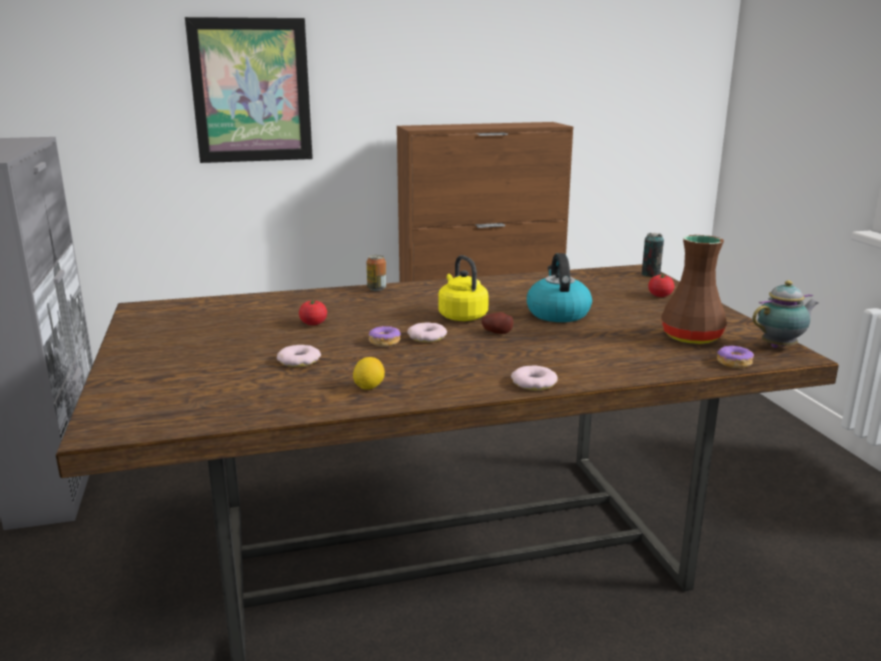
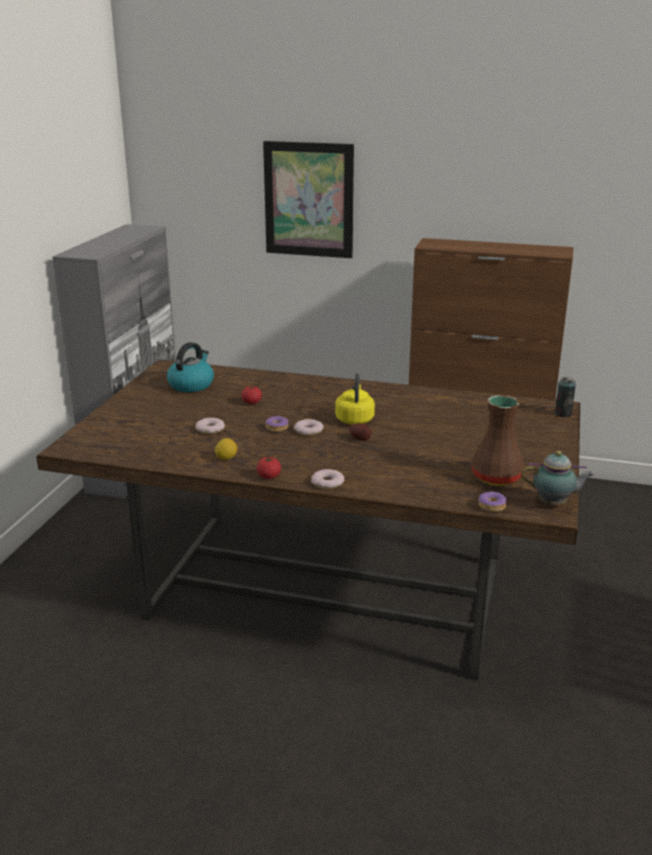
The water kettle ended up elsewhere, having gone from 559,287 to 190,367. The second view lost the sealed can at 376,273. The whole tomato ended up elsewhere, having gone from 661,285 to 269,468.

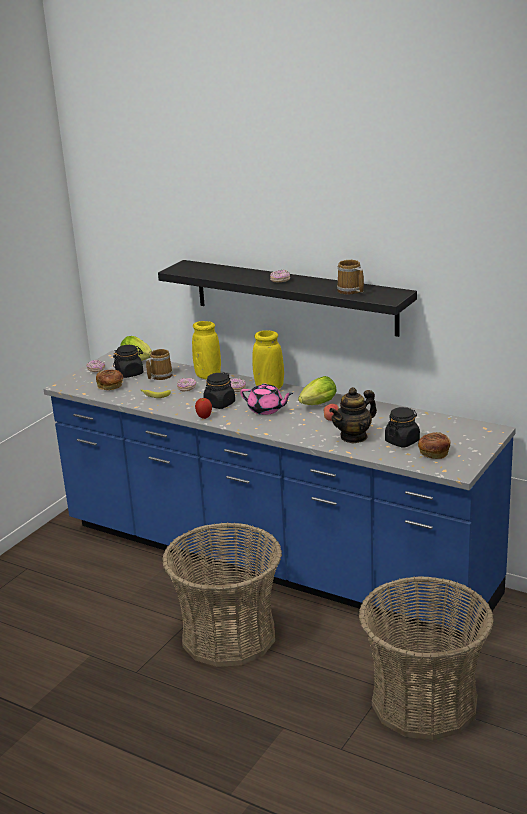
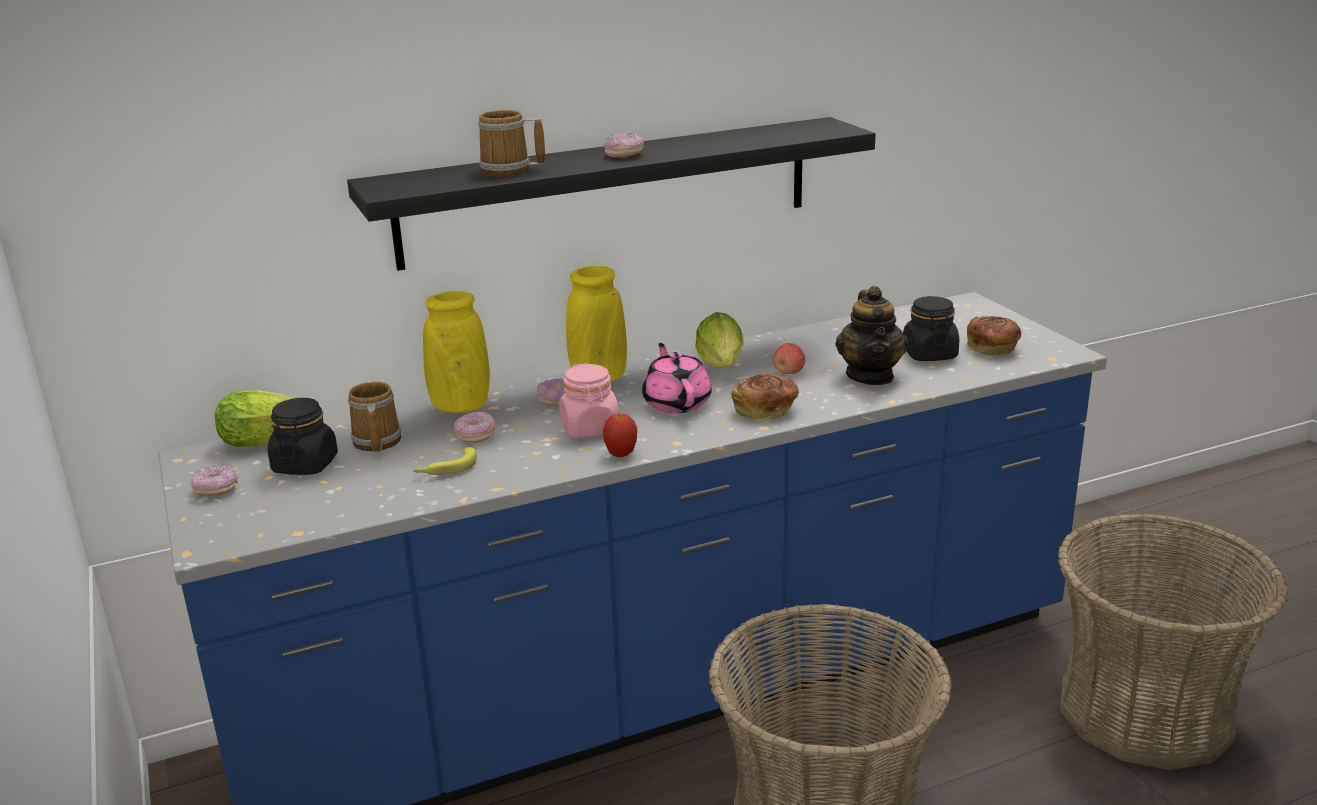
The mug ended up elsewhere, having gone from 350,277 to 511,143. The bakery bread ended up elsewhere, having gone from 109,380 to 765,397. What was the black jar at 219,390 turned into the pink-coloured jar at 589,401. The pink-coloured tea pot at 266,399 ended up facing another way, 75 degrees counterclockwise from before.

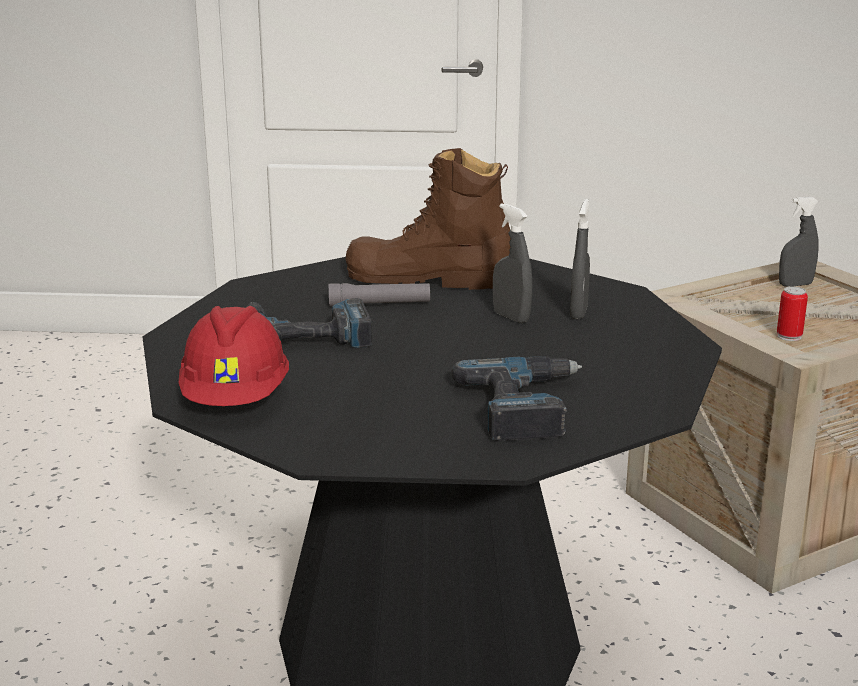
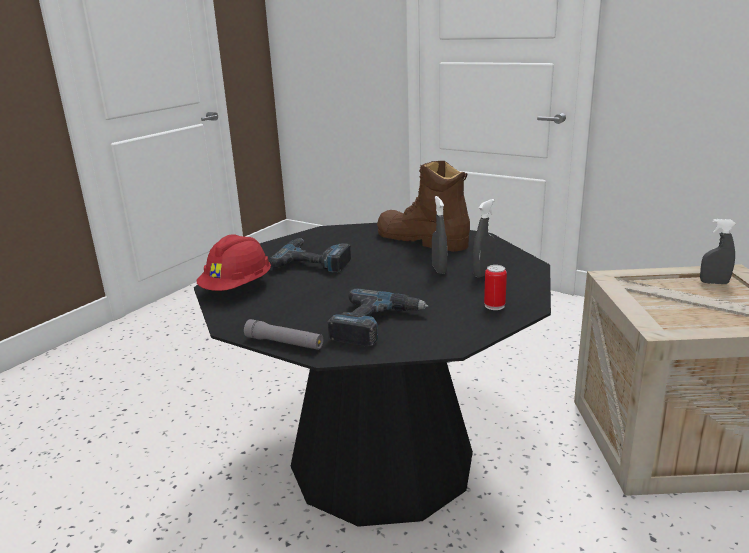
The greyish flashlight ended up elsewhere, having gone from 379,294 to 283,334. The sealed can ended up elsewhere, having gone from 792,313 to 495,287.

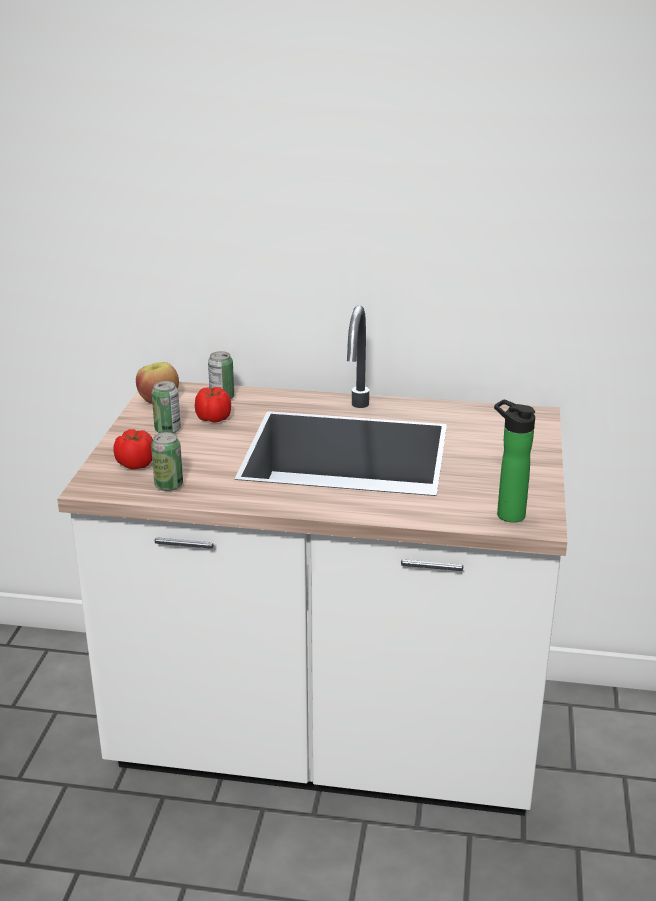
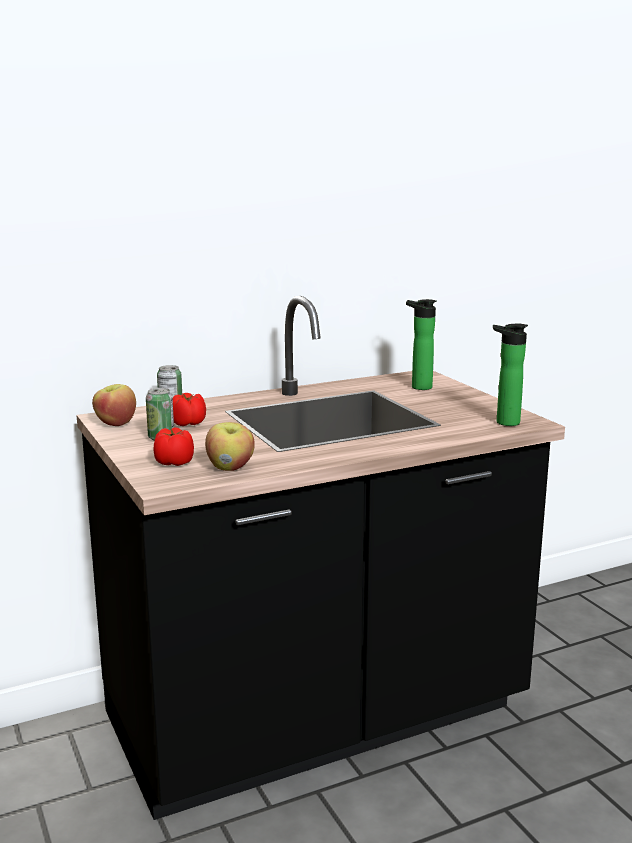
What was the white kitchen base unit at 312,560 turned into the black kitchen base unit at 321,558. Where the sealed can stood at 167,461, the whole apple came to stand at 230,446. The second view gained the beverage bottle at 421,344.

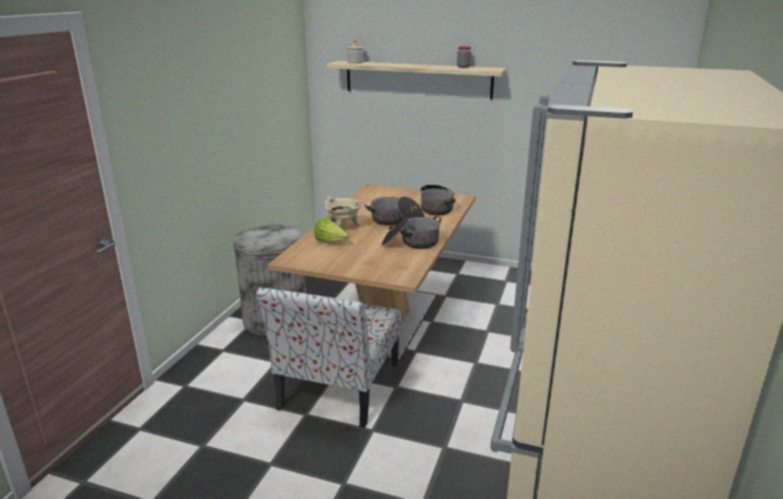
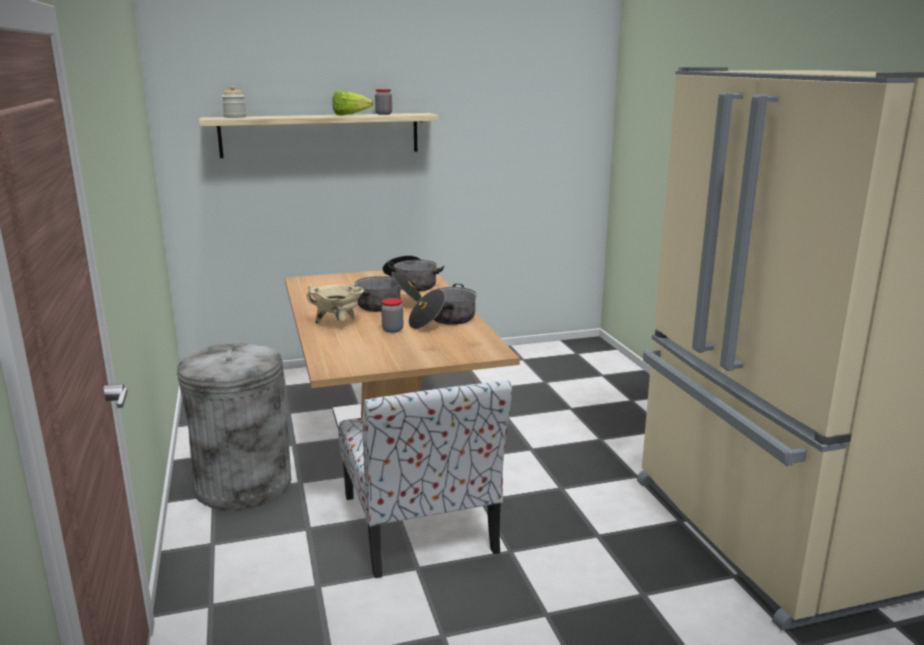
The head of lettuce ended up elsewhere, having gone from 331,230 to 353,103. The second view gained the jar at 392,315.

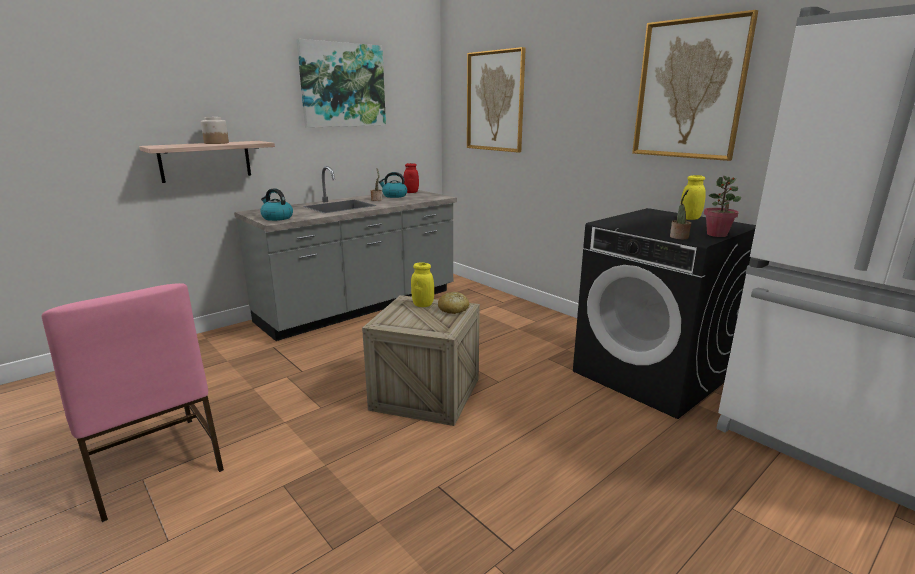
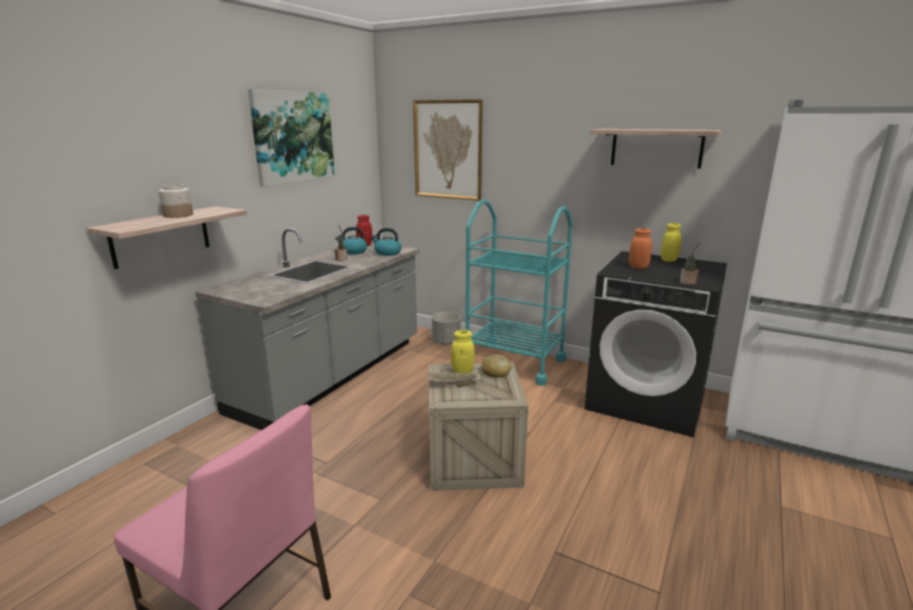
Where the wall picture hung at 695,85, the bracket shelf came to hang at 656,149. The second view lost the houseplant at 722,206. The water kettle ended up elsewhere, having gone from 276,204 to 386,242. The second view gained the turquoise-coloured trolley at 519,293. The second view gained the orange-coloured jar at 640,248. The second view gained the greyish flower pot at 446,328. The second view gained the sand-coloured serving tray at 454,379.

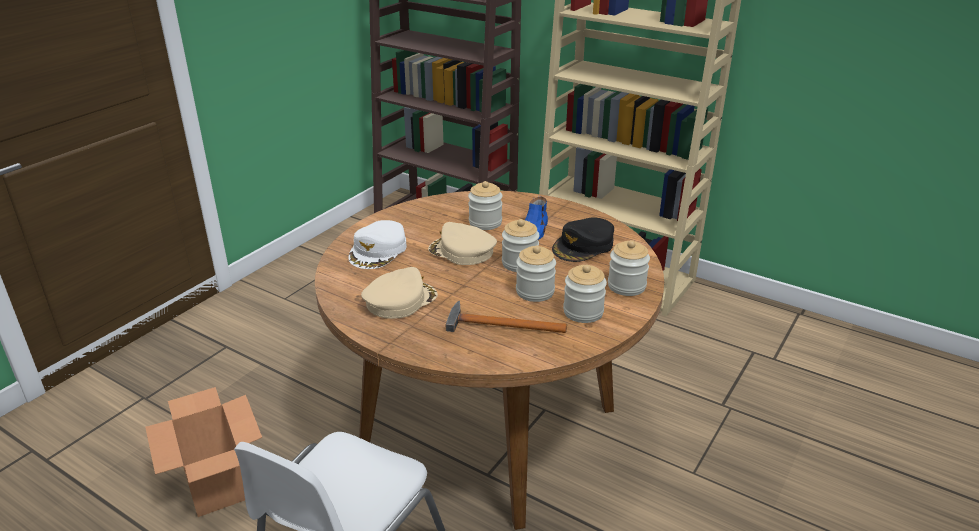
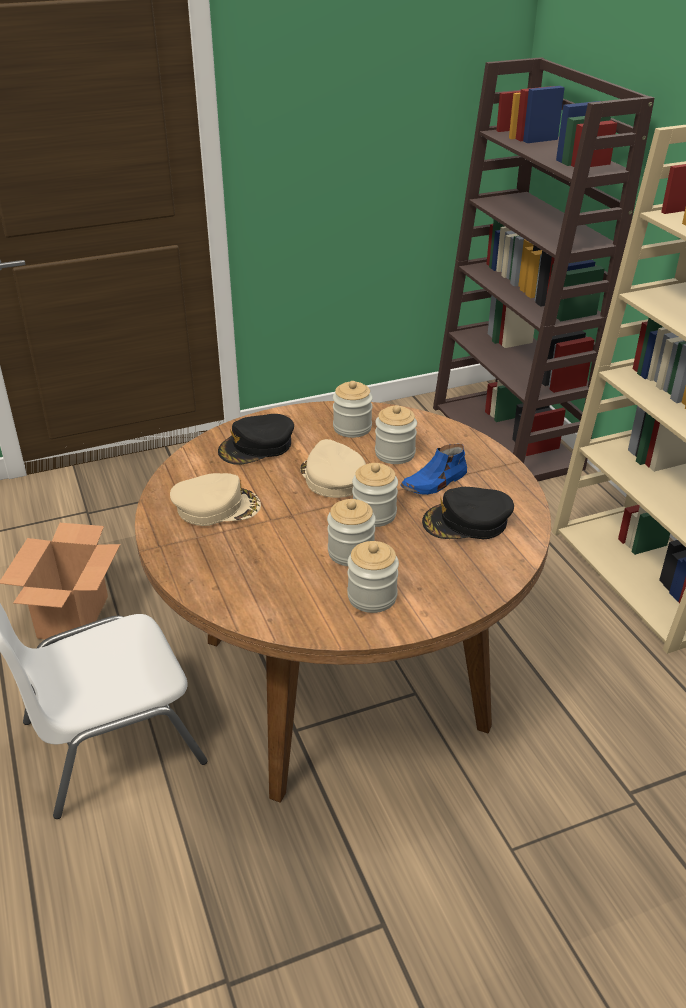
What was the white peaked cap at 377,244 turned into the black peaked cap at 256,439. The jar ended up elsewhere, having gone from 629,268 to 353,409. The second view lost the hand hammer at 506,316.

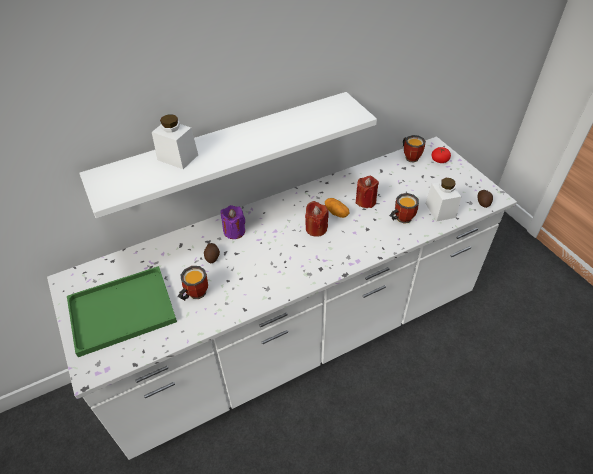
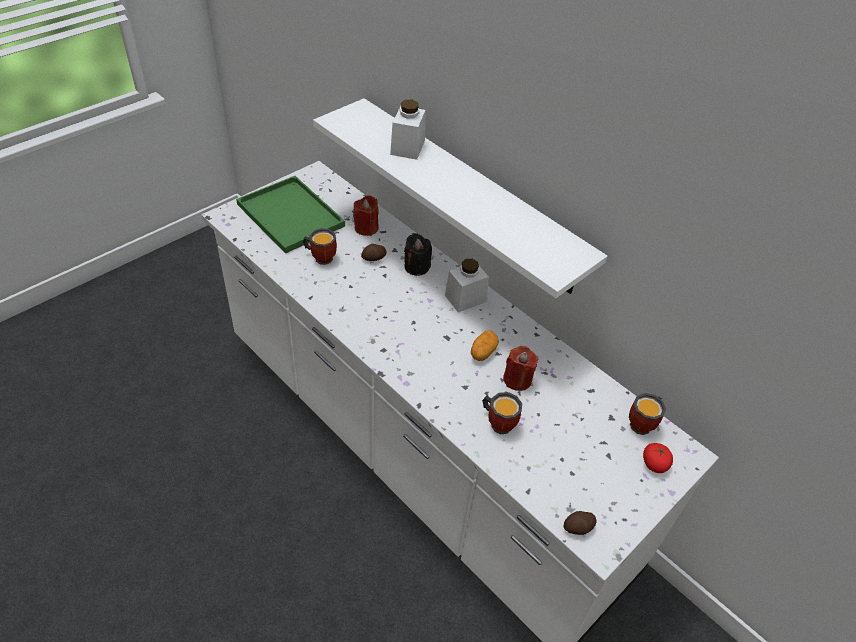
The white jar ended up elsewhere, having gone from 443,199 to 467,286. The red wax light ended up elsewhere, having gone from 317,219 to 366,215. What was the purplish wax light at 233,222 turned into the black wax light at 418,254.

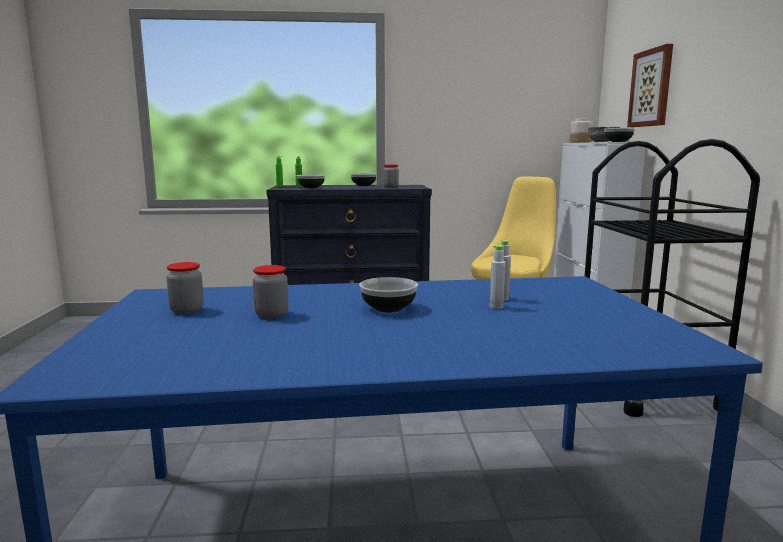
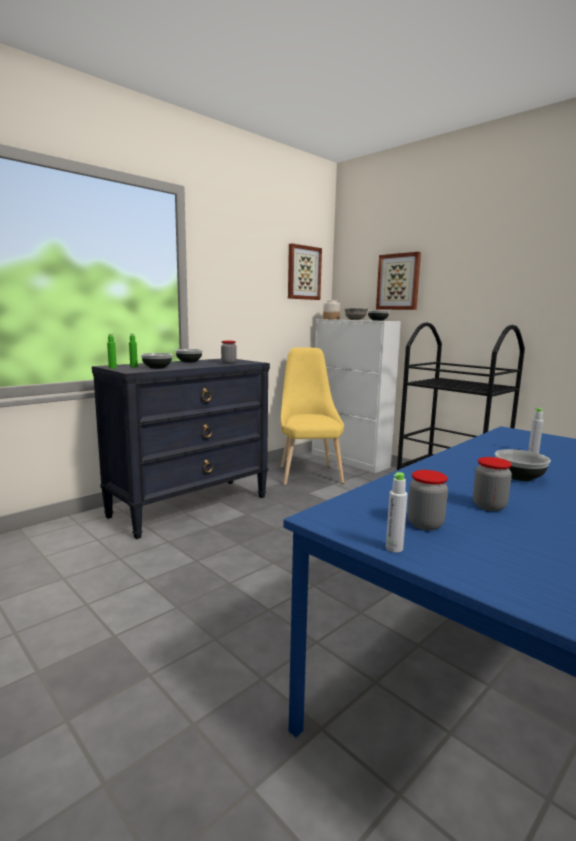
The greyish beverage bottle ended up elsewhere, having gone from 497,277 to 397,512. The second view gained the wall picture at 305,271.

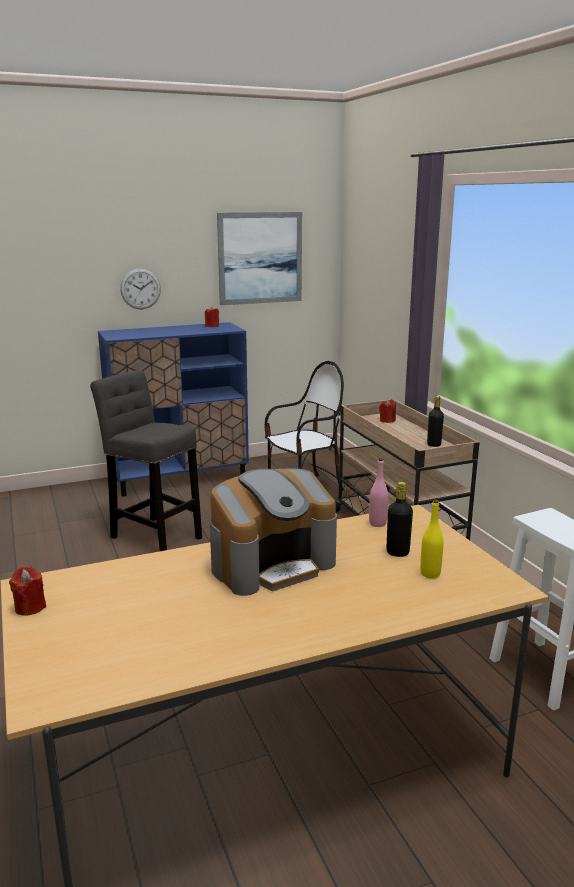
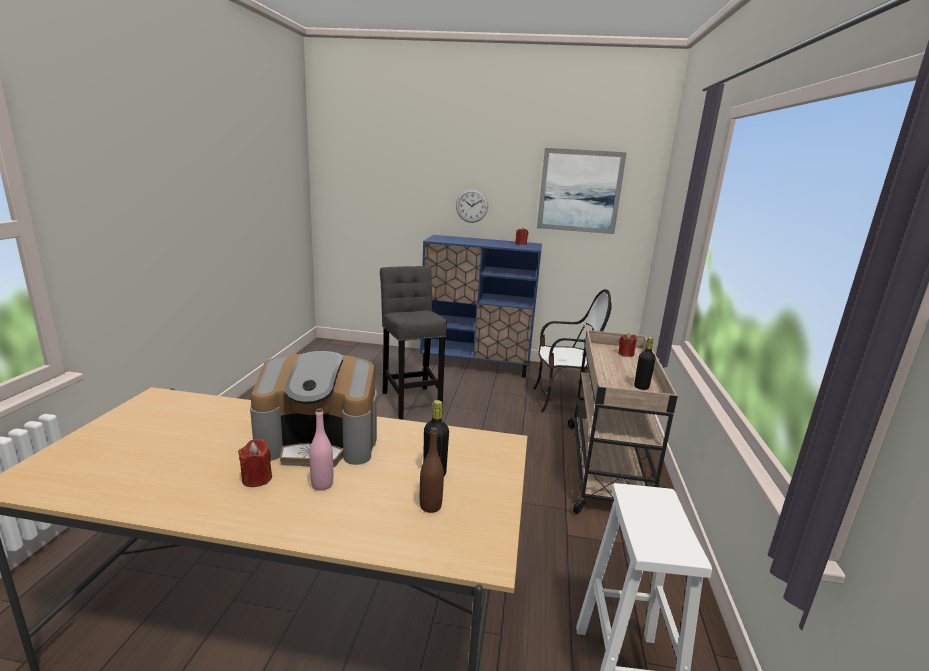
The pink-coloured beverage bottle ended up elsewhere, having gone from 378,492 to 321,449. What was the yellow-coloured beverage bottle at 431,539 turned into the brown beverage bottle at 432,470. The red wax light ended up elsewhere, having gone from 27,591 to 255,463.

